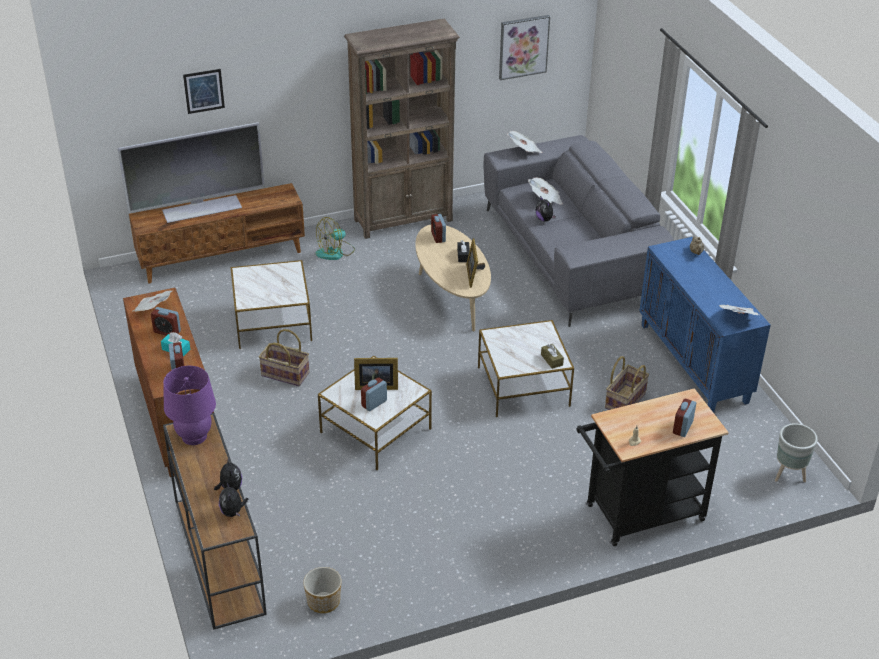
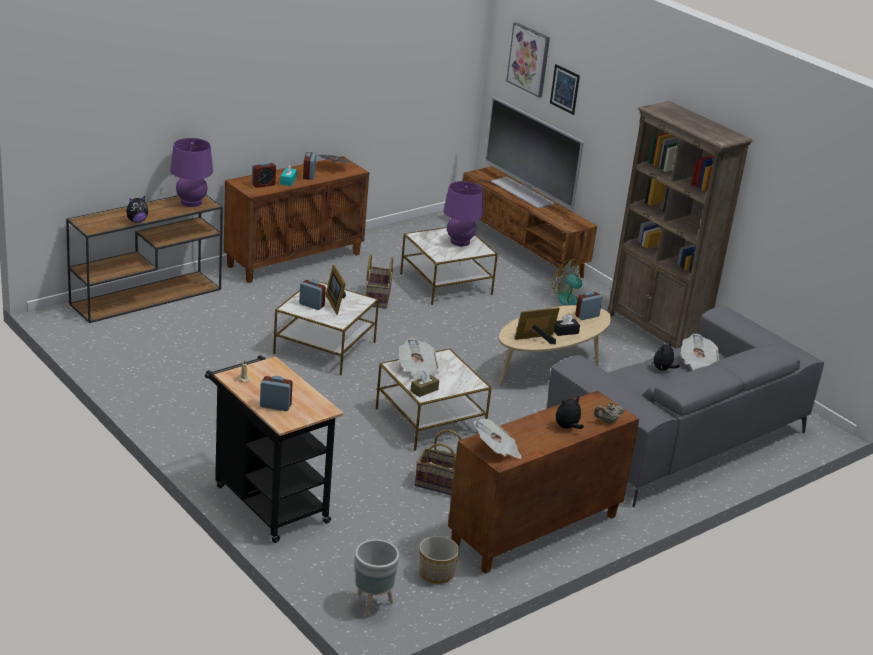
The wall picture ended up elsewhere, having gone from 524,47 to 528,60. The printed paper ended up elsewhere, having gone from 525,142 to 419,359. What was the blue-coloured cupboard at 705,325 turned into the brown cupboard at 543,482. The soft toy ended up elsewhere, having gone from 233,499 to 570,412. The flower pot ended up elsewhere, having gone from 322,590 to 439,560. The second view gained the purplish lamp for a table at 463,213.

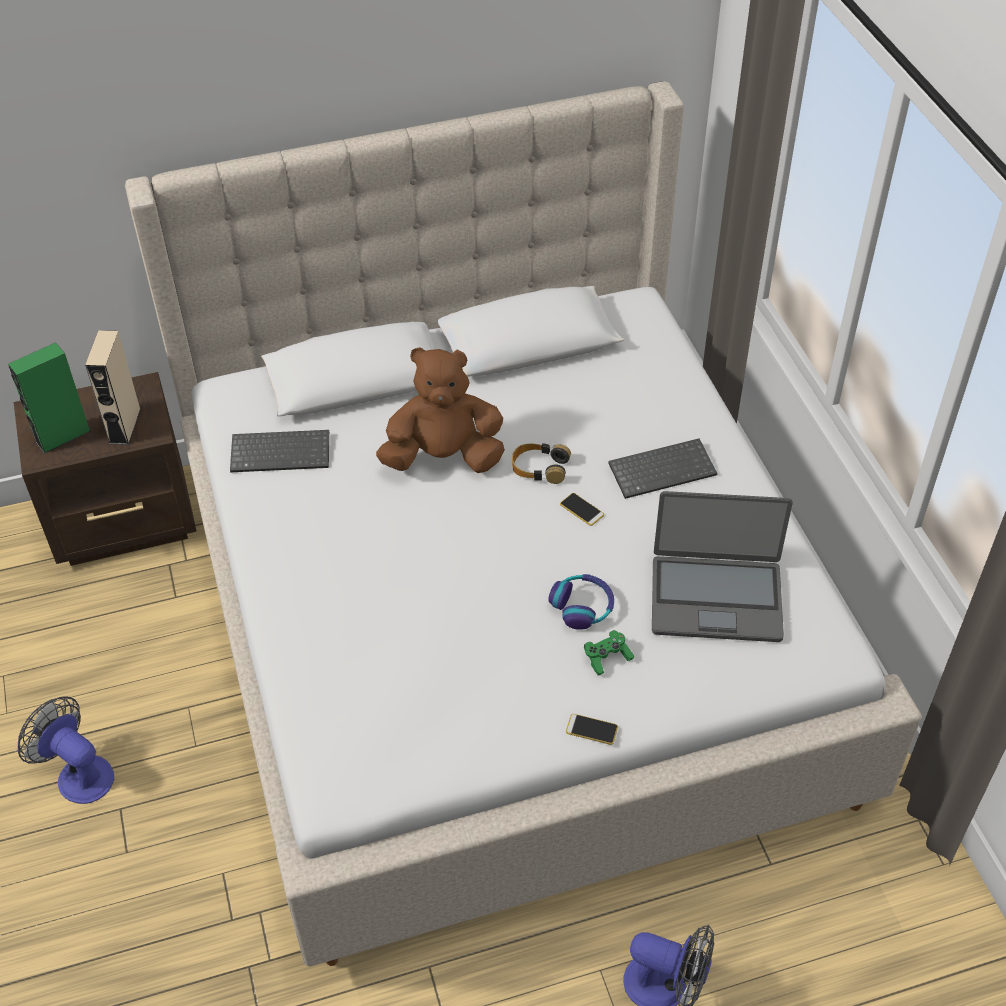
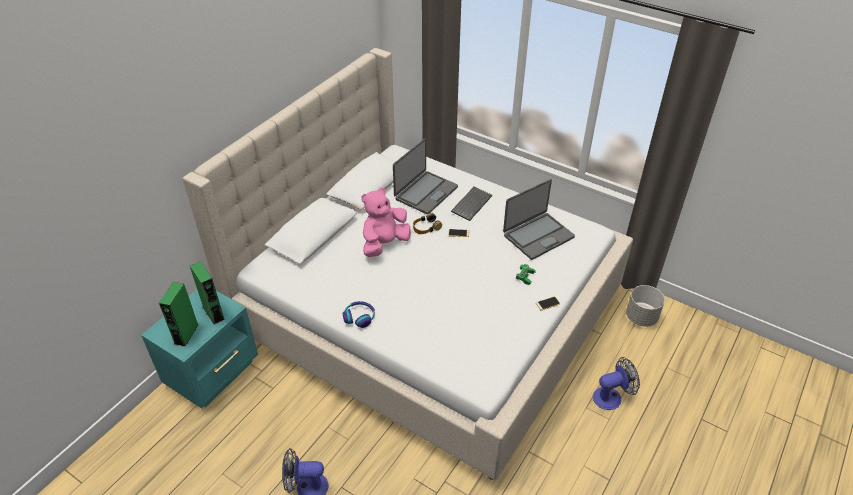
What was the sand-coloured audio speaker at 113,387 turned into the green audio speaker at 207,293. What was the brown soft toy at 440,410 turned into the pink-coloured soft toy at 386,222. What was the brown night table at 105,469 turned into the turquoise-coloured night table at 199,349. The second view lost the keyboard at 279,451. The headset ended up elsewhere, having gone from 581,602 to 359,314. The second view gained the notebook computer at 425,176. The second view gained the greyish flower pot at 645,306.

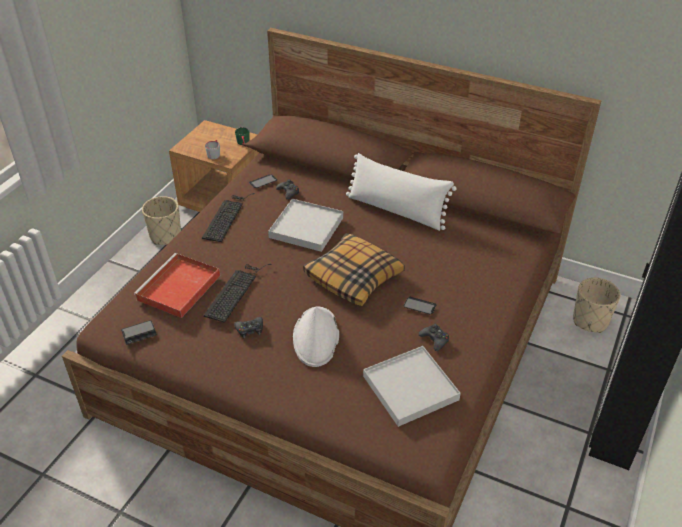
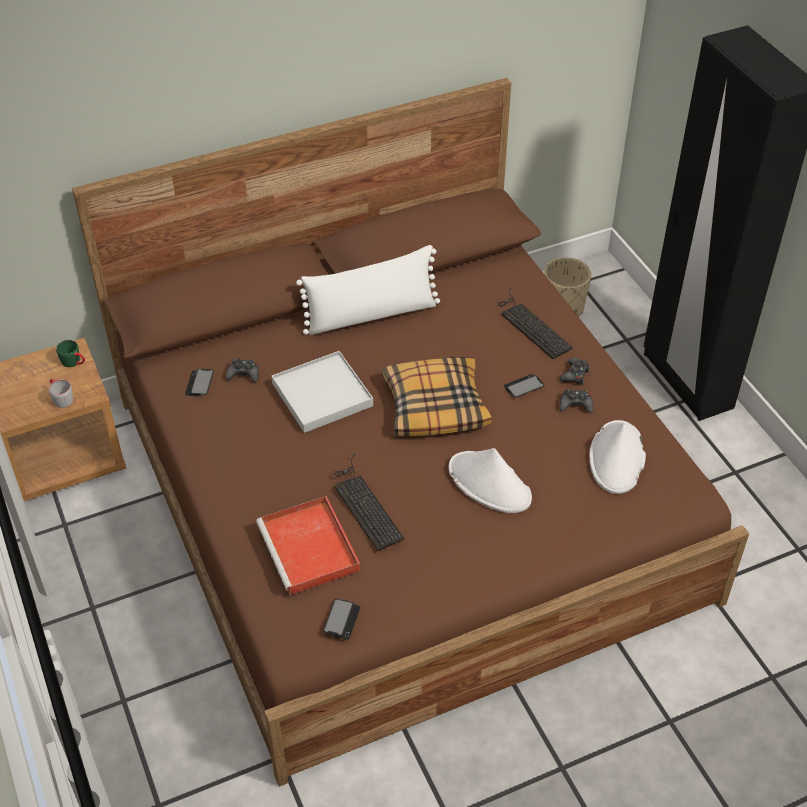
The keyboard ended up elsewhere, having gone from 228,217 to 535,323. The second view lost the sand-coloured flower pot at 161,220. The black joypad ended up elsewhere, having gone from 248,327 to 574,371. Where the white serving tray stood at 412,386, the white clothing hat came to stand at 617,457.

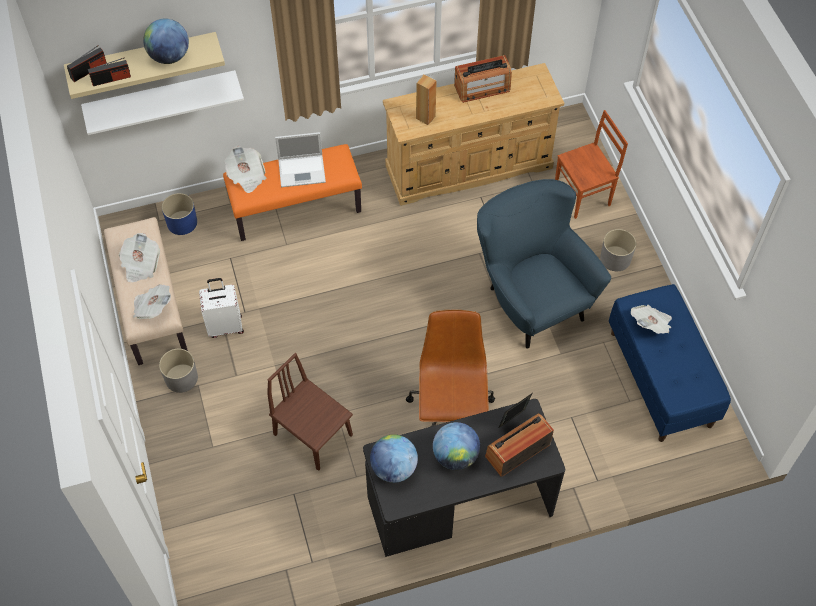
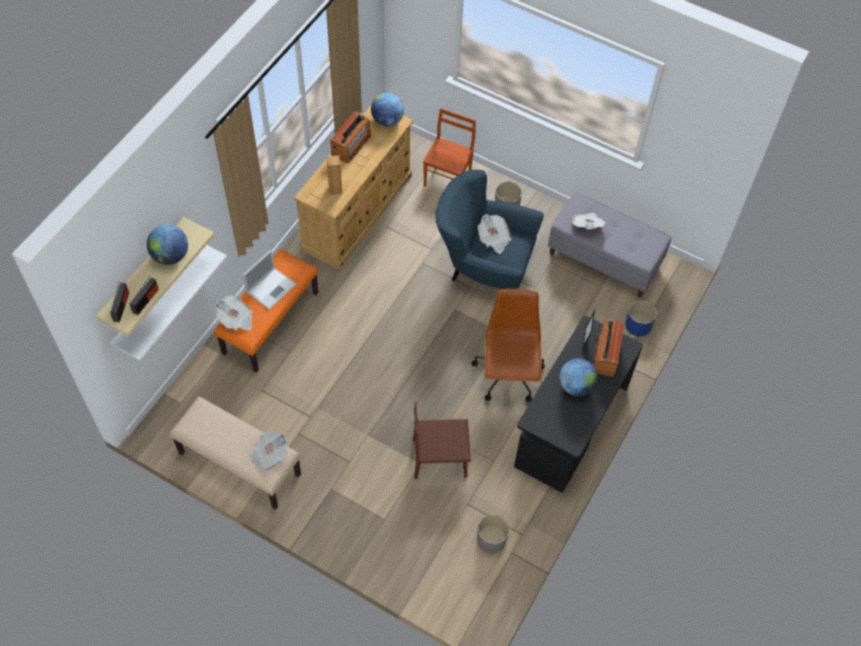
The blue-coloured flower pot ended up elsewhere, having gone from 179,214 to 641,318. The printed paper ended up elsewhere, having gone from 139,258 to 494,234. The second view lost the white piece of luggage at 221,308. What was the blue-coloured bench at 670,363 turned into the greyish bench at 609,245. The brown computer chair at 450,368 ended up facing another way, 45 degrees clockwise from before. The greyish flower pot ended up elsewhere, having gone from 178,371 to 493,533. The world globe ended up elsewhere, having gone from 394,458 to 387,109.

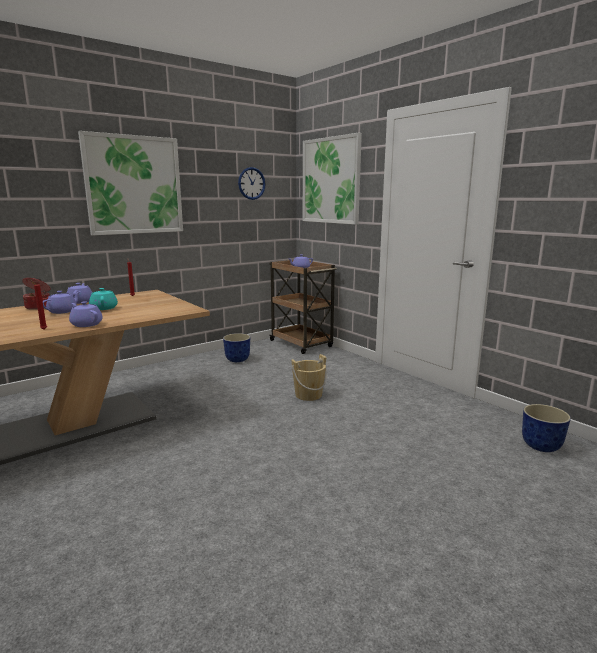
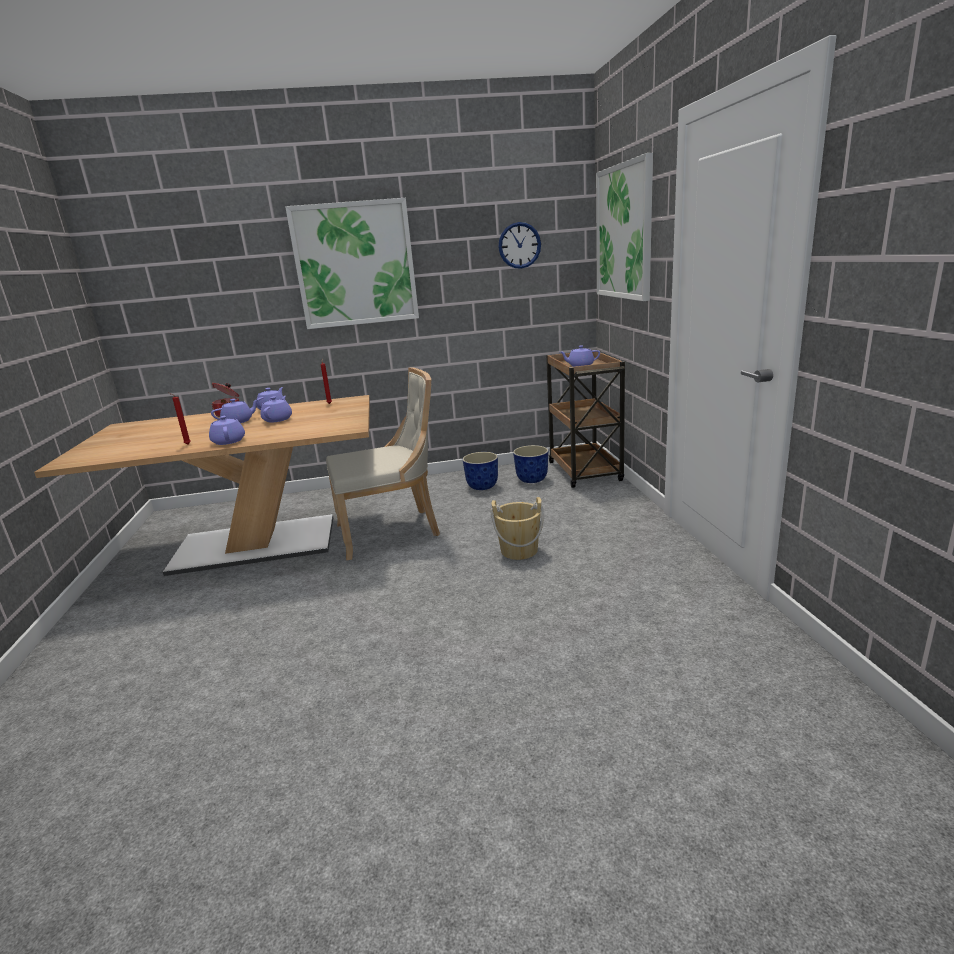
What was the turquoise-coloured tea pot at 103,299 turned into the purplish tea pot at 276,409. The flower pot ended up elsewhere, having gone from 546,428 to 530,464. The second view gained the sand-coloured chair at 383,464.

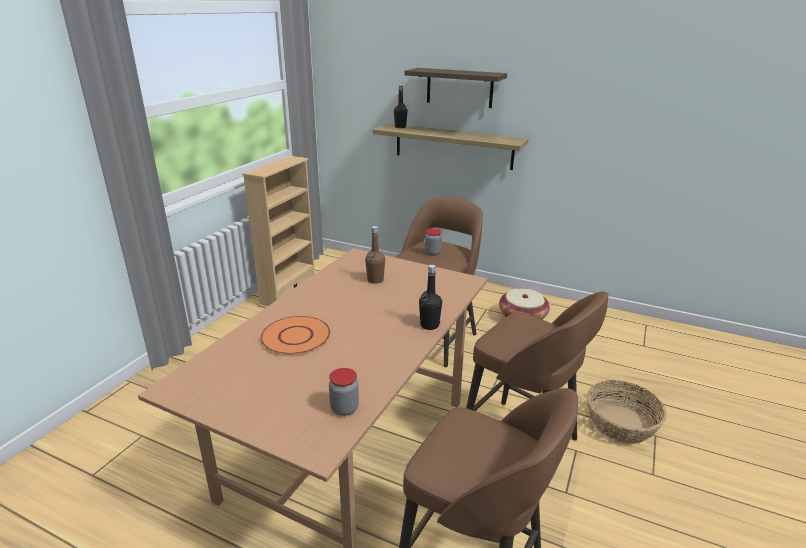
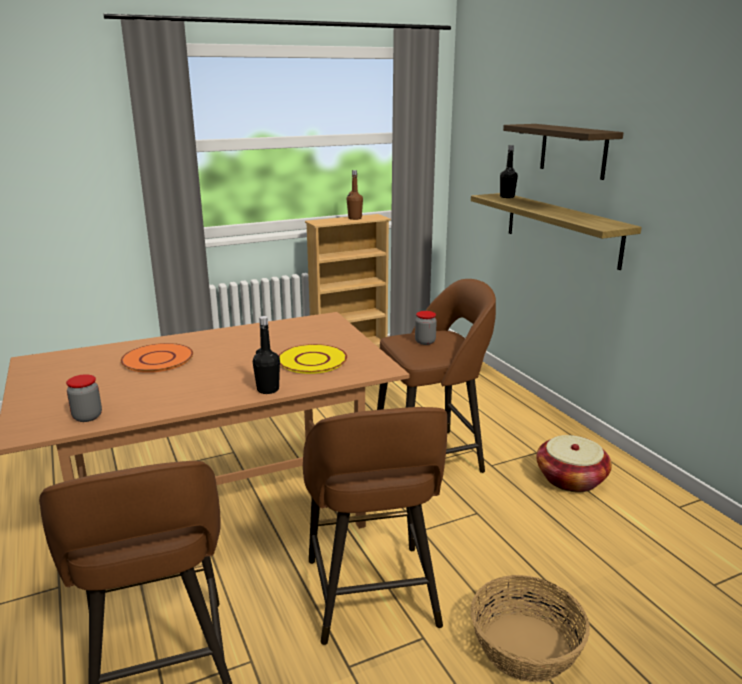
The brown beverage bottle ended up elsewhere, having gone from 375,255 to 355,195. The second view gained the yellow-coloured plate at 313,359.

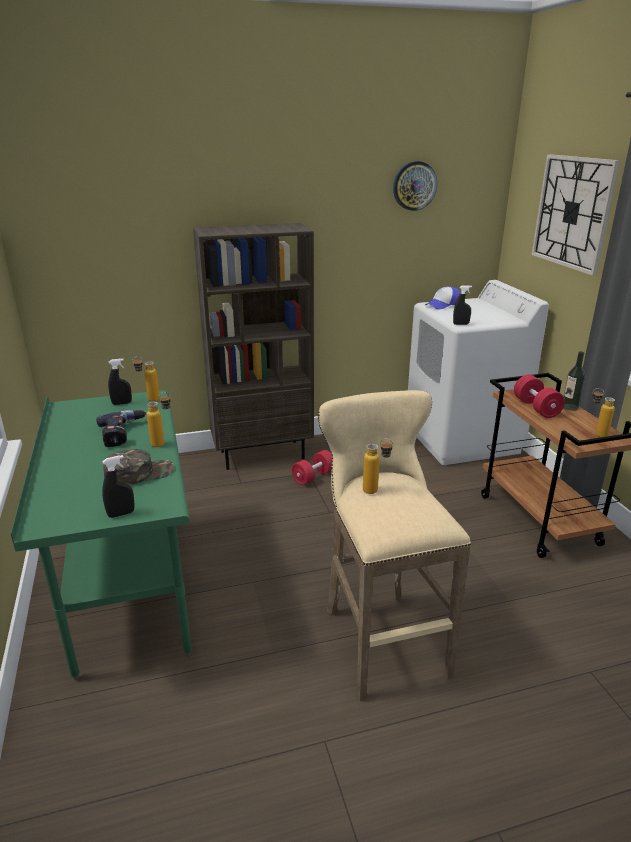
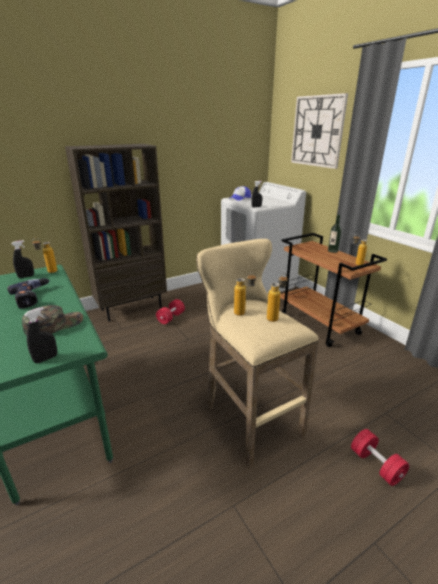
The second view lost the clock on the wall at 415,186. The red hand weight ended up elsewhere, having gone from 539,396 to 380,457. The beverage bottle ended up elsewhere, having gone from 159,419 to 277,297.

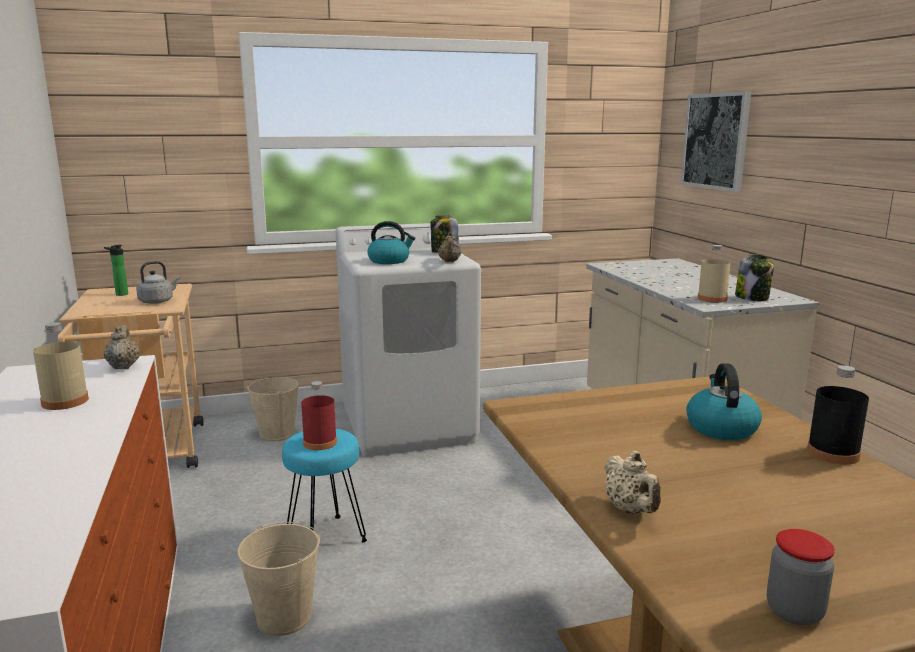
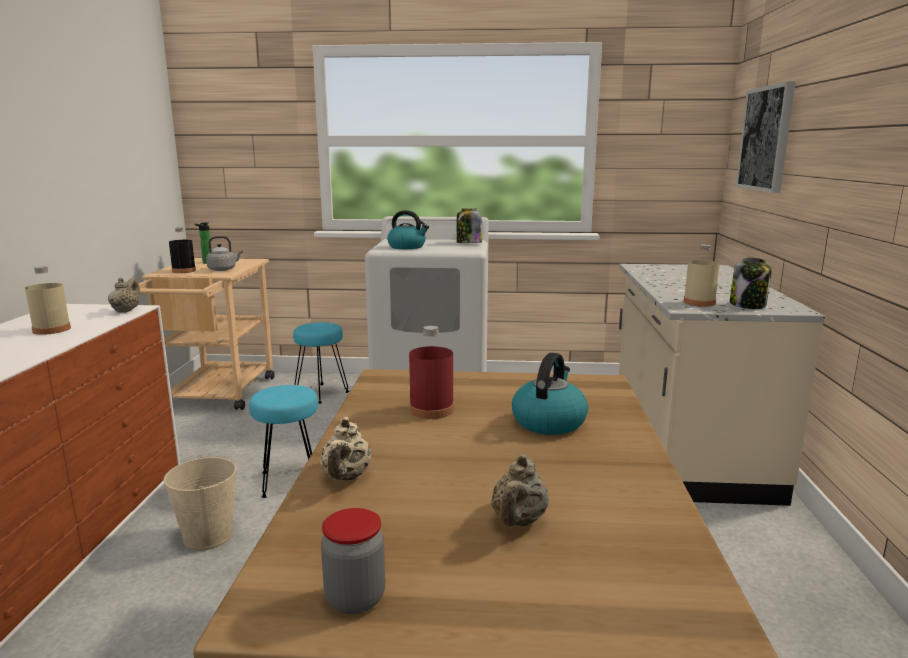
The sand-coloured tea pot ended up elsewhere, having gone from 449,247 to 519,490. The black beverage bottle ended up elsewhere, having gone from 838,415 to 182,250. Where the sand-coloured pail stood at 273,409, the turquoise-coloured stool seat came to stand at 321,363. The red beverage bottle ended up elsewhere, having gone from 319,415 to 431,372.

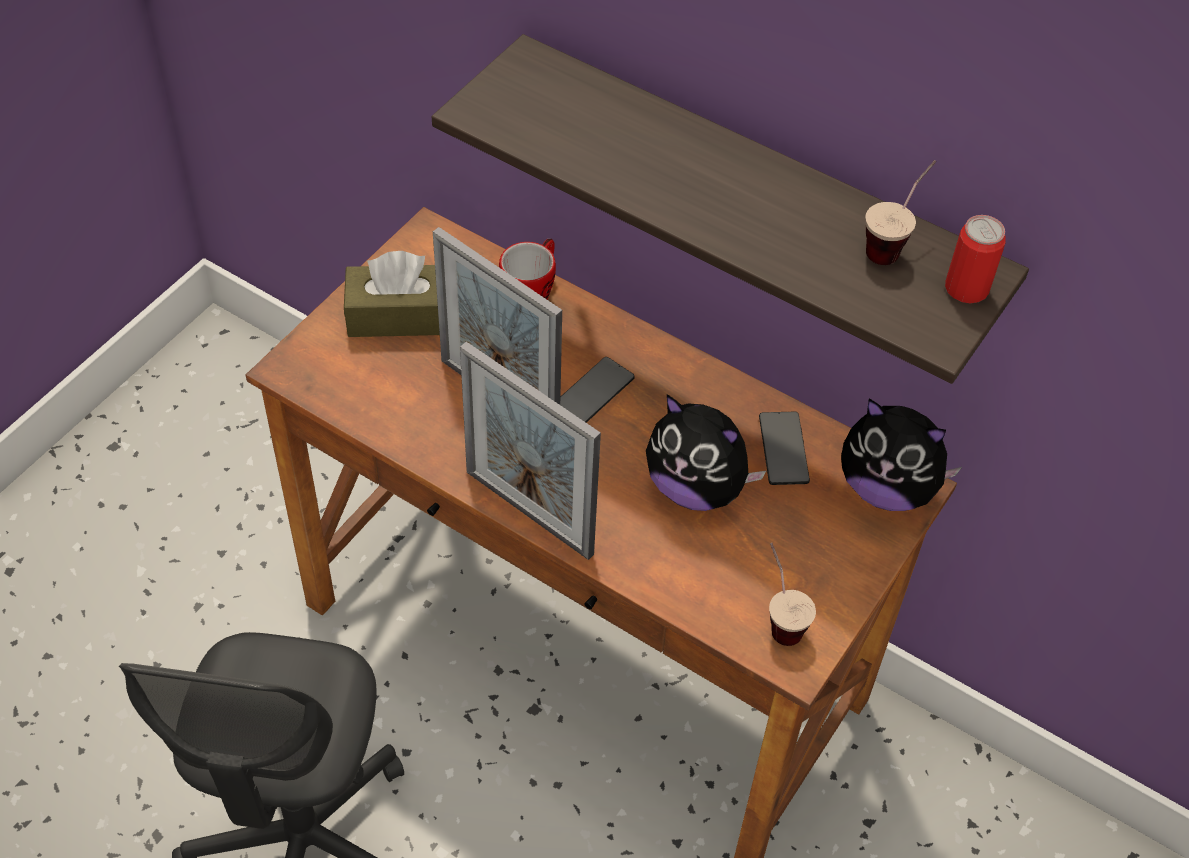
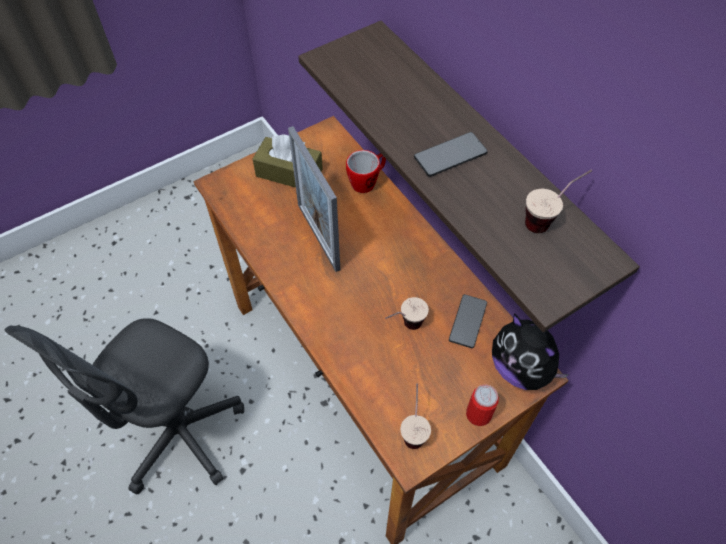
The sealed can ended up elsewhere, having gone from 975,259 to 482,405. The second view lost the standing frame at 530,451. The handset ended up elsewhere, having gone from 597,390 to 451,154. Where the soft toy stood at 706,453, the small cup came to stand at 407,313.

